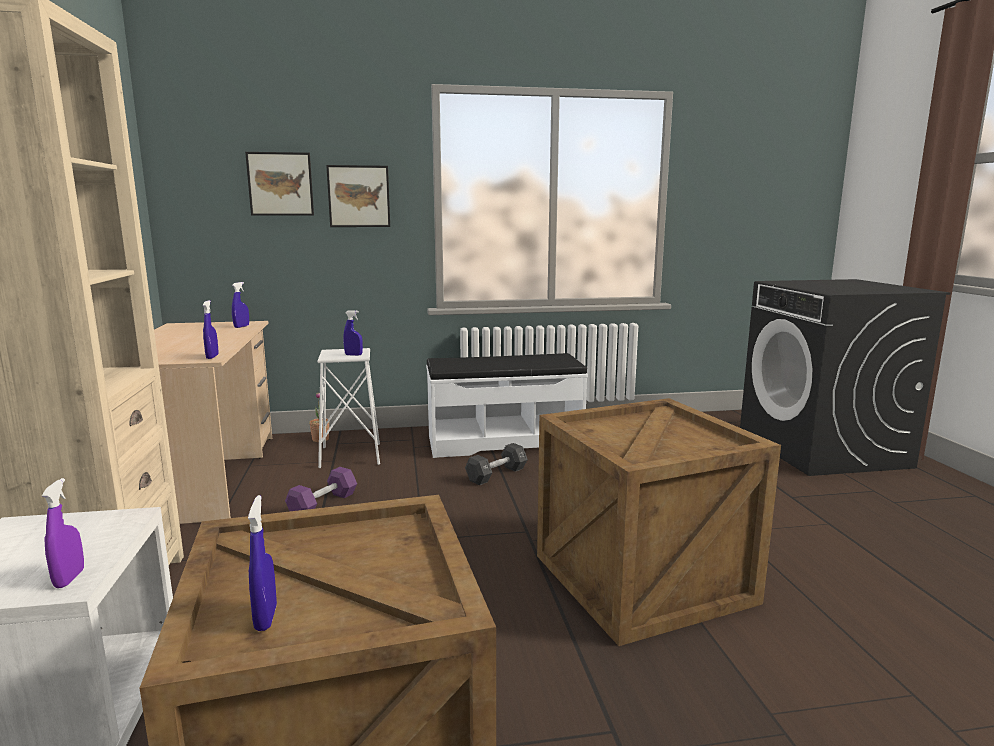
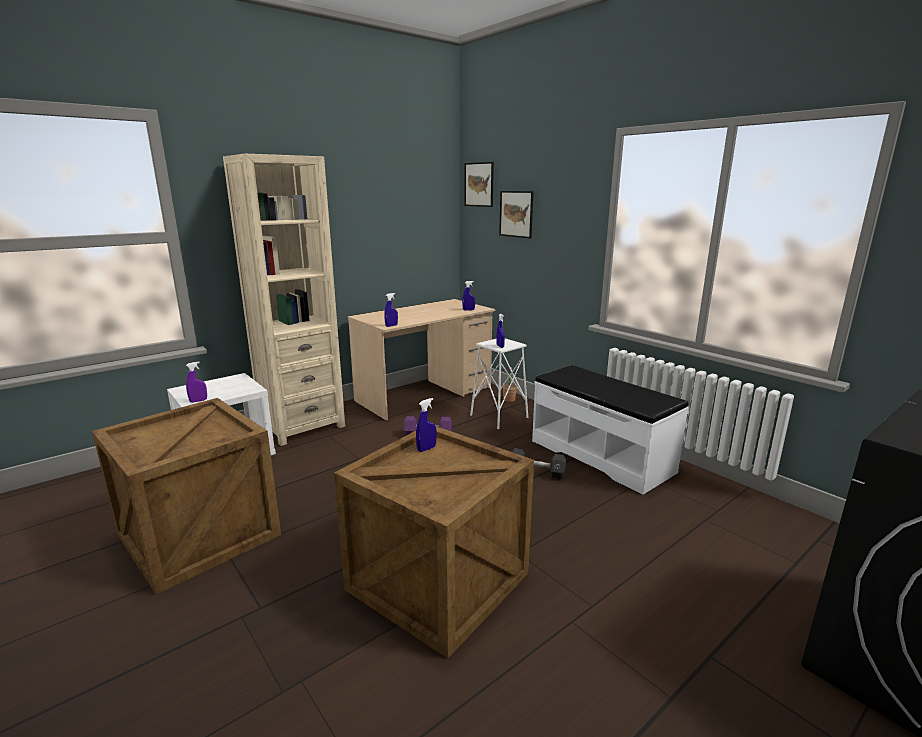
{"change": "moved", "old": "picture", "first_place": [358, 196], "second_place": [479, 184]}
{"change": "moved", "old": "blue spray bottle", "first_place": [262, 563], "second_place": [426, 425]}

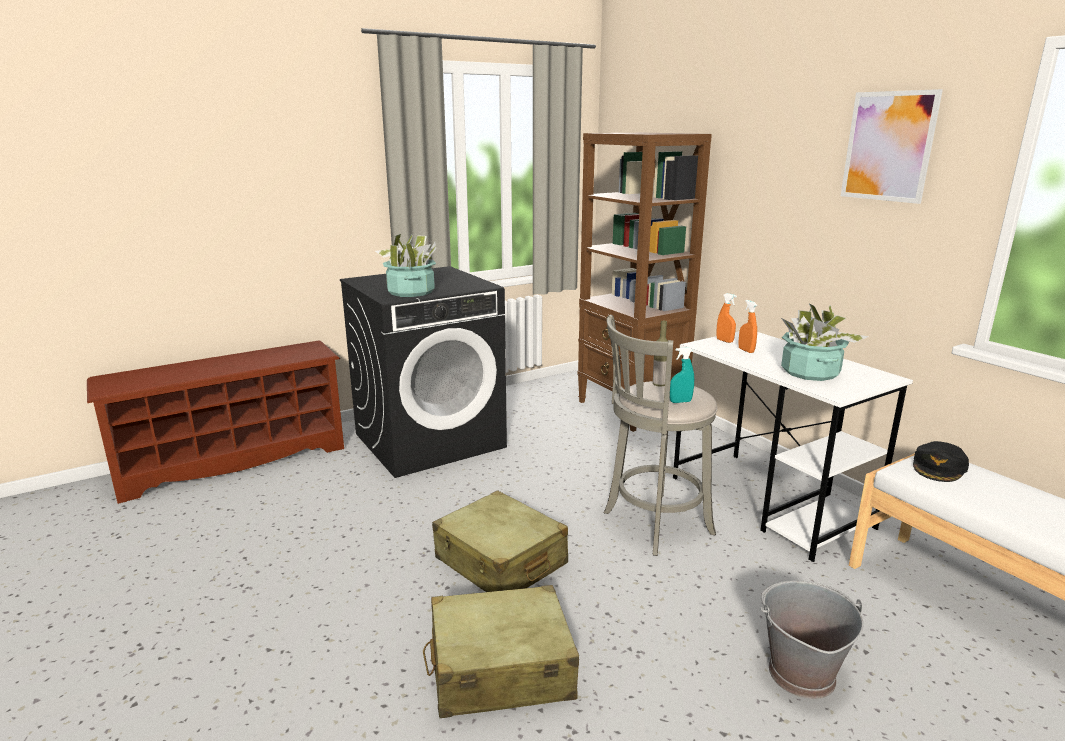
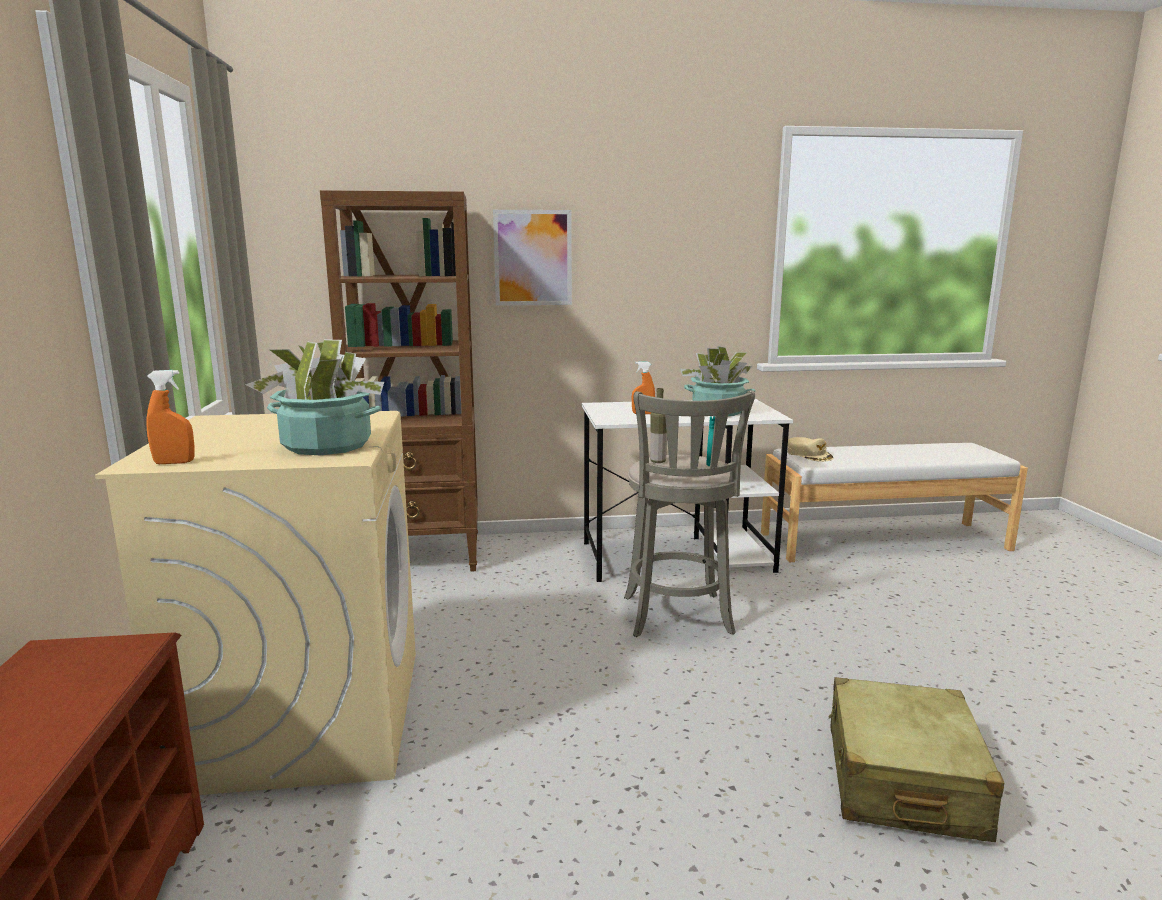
{"change": "moved", "old": "picture", "first_place": [892, 146], "second_place": [532, 258]}
{"change": "recoloured", "old": "black washing machine", "new": "beige washing machine", "first_place": [423, 372], "second_place": [255, 603]}
{"change": "moved", "old": "orange spray bottle", "first_place": [726, 318], "second_place": [170, 417]}
{"change": "recoloured", "old": "black cap", "new": "beige cap", "first_place": [941, 461], "second_place": [810, 449]}
{"change": "removed", "old": "beige suitcase", "first_place": [500, 541]}
{"change": "removed", "old": "grey bucket", "first_place": [811, 640]}

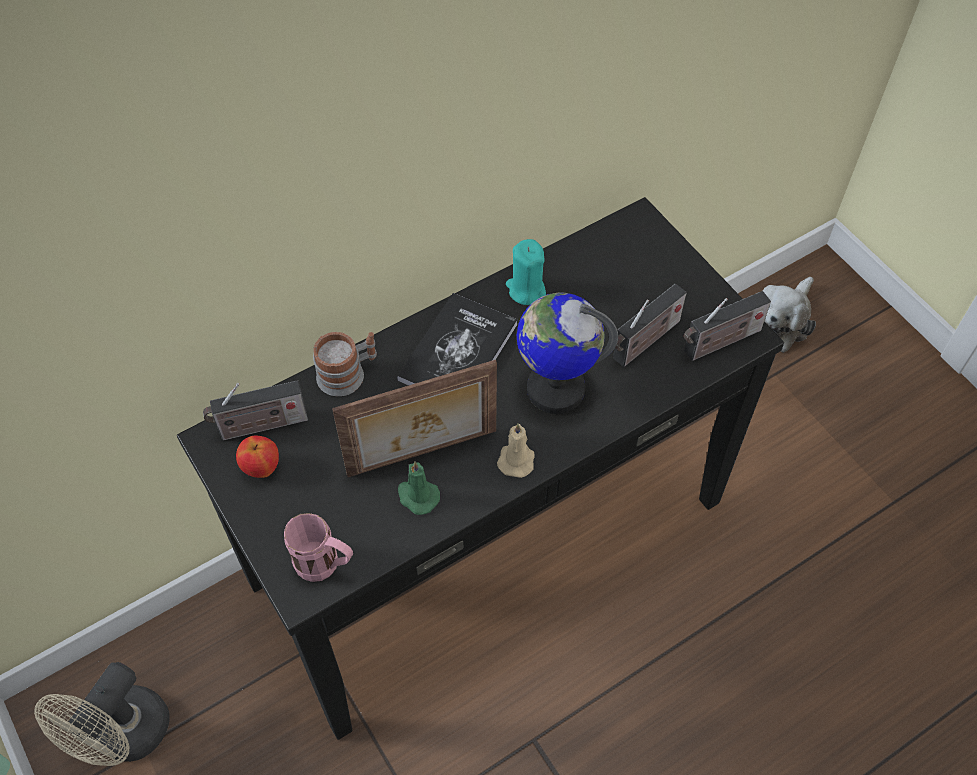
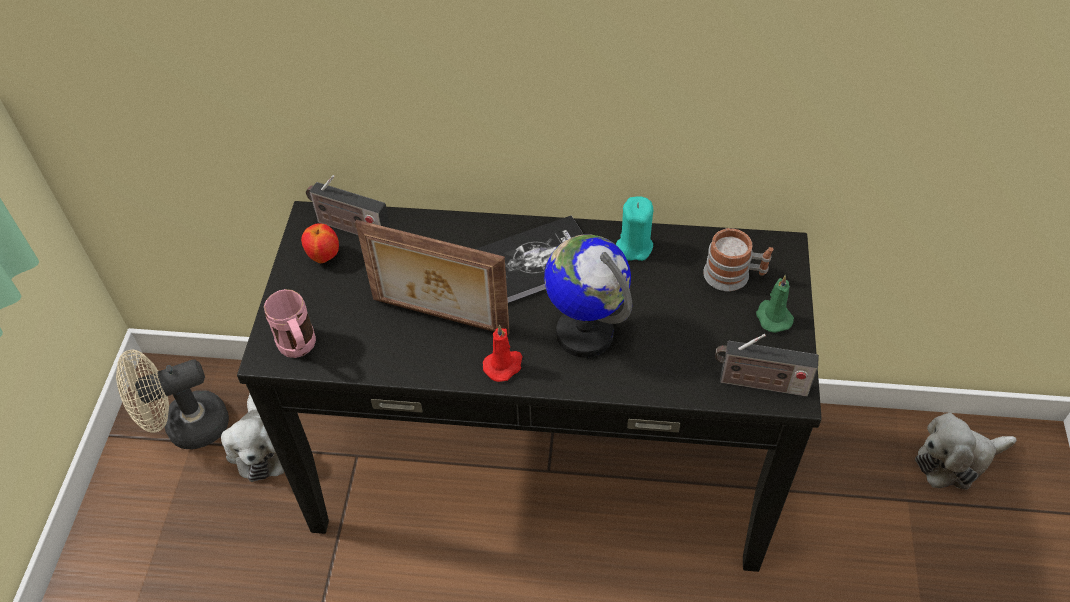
{"change": "removed", "old": "radio", "first_place": [650, 325]}
{"change": "moved", "old": "mug", "first_place": [345, 364], "second_place": [738, 259]}
{"change": "recoloured", "old": "beige candle", "new": "red candle", "first_place": [515, 450], "second_place": [503, 353]}
{"change": "moved", "old": "green candle", "first_place": [419, 488], "second_place": [775, 304]}
{"change": "added", "new": "plush toy", "second_place": [252, 438]}

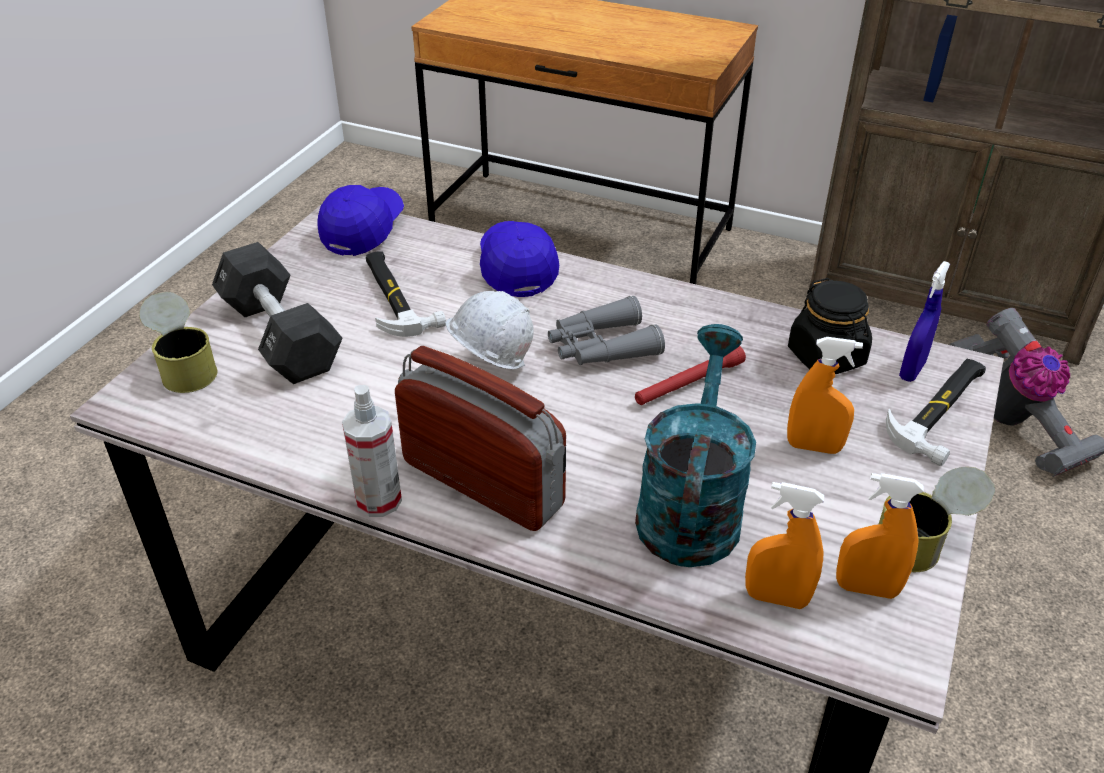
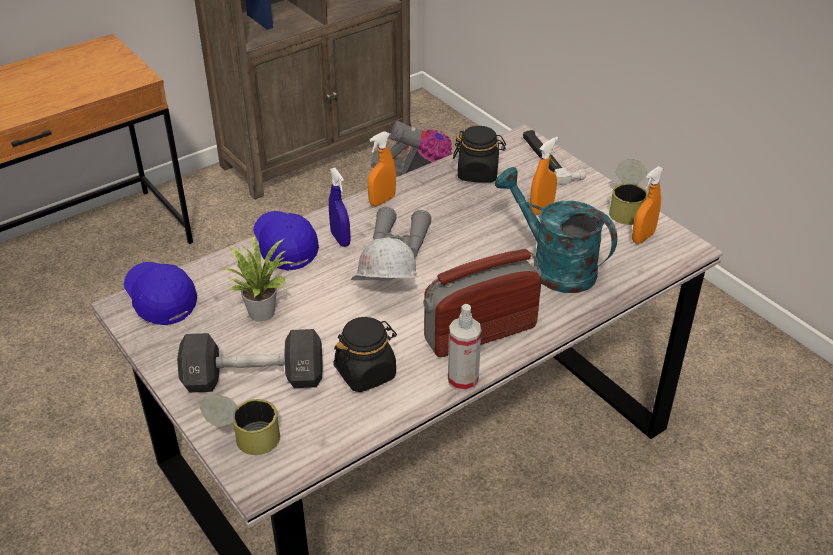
{"change": "turned", "old": "blue cap", "first_place": [519, 259], "second_place": [286, 241], "degrees": 45}
{"change": "replaced", "old": "hammer", "new": "potted plant", "first_place": [406, 294], "second_place": [257, 278]}
{"change": "moved", "old": "blue spray bottle", "first_place": [924, 321], "second_place": [340, 207]}
{"change": "removed", "old": "red flashlight", "first_place": [690, 375]}
{"change": "moved", "old": "orange spray bottle", "first_place": [784, 545], "second_place": [382, 168]}
{"change": "added", "new": "black jar", "second_place": [365, 354]}

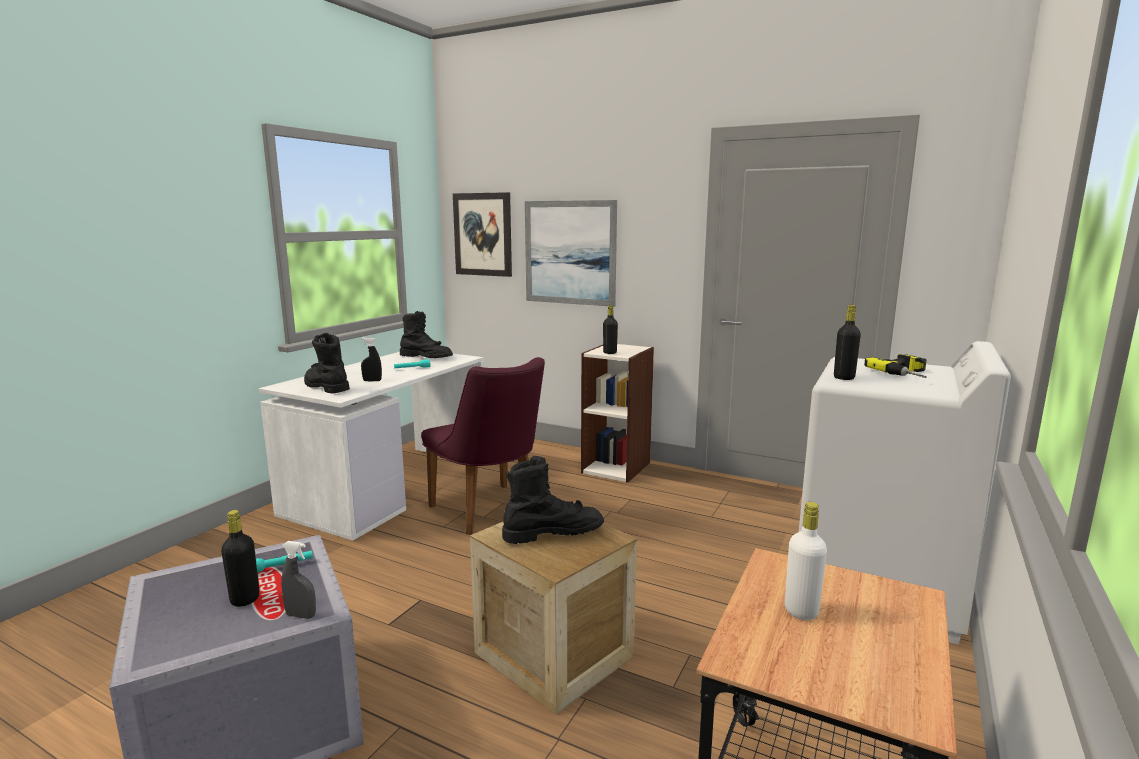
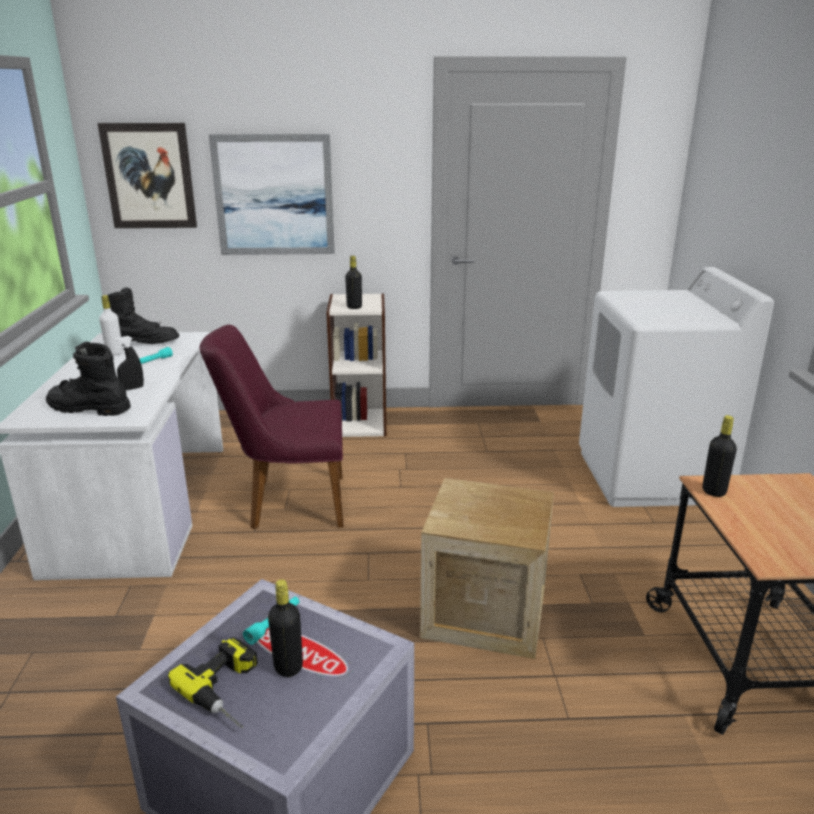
{"change": "moved", "old": "black bottle", "first_place": [847, 342], "second_place": [719, 456]}
{"change": "moved", "old": "power drill", "first_place": [895, 366], "second_place": [213, 682]}
{"change": "turned", "old": "purple chair", "first_place": [483, 446], "second_place": [271, 427], "degrees": 150}
{"change": "removed", "old": "black boot", "first_place": [553, 500]}
{"change": "moved", "old": "white bottle", "first_place": [806, 561], "second_place": [111, 325]}
{"change": "removed", "old": "grey spray bottle", "first_place": [298, 580]}

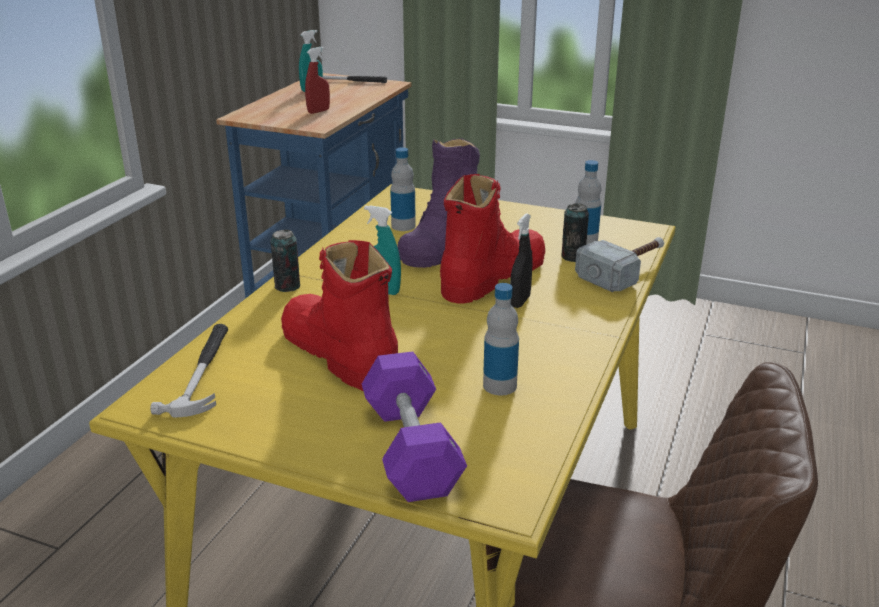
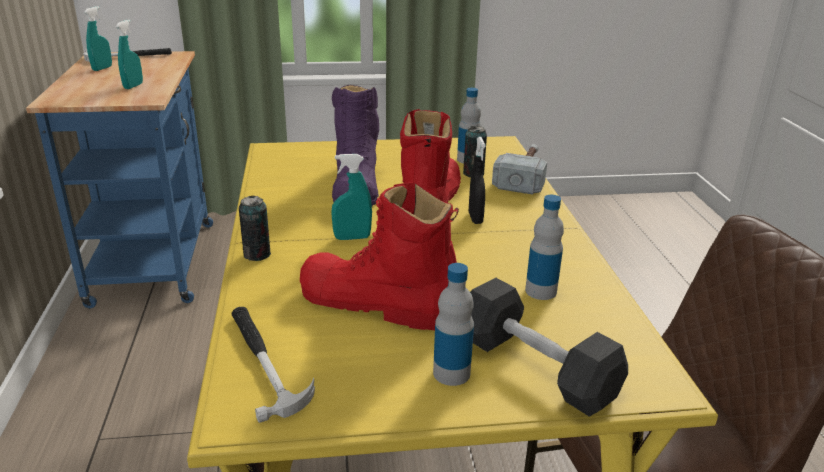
{"change": "recoloured", "old": "red spray bottle", "new": "turquoise spray bottle", "first_place": [317, 80], "second_place": [129, 54]}
{"change": "moved", "old": "bottle", "first_place": [403, 189], "second_place": [453, 324]}
{"change": "recoloured", "old": "purple dumbbell", "new": "black dumbbell", "first_place": [414, 426], "second_place": [549, 347]}

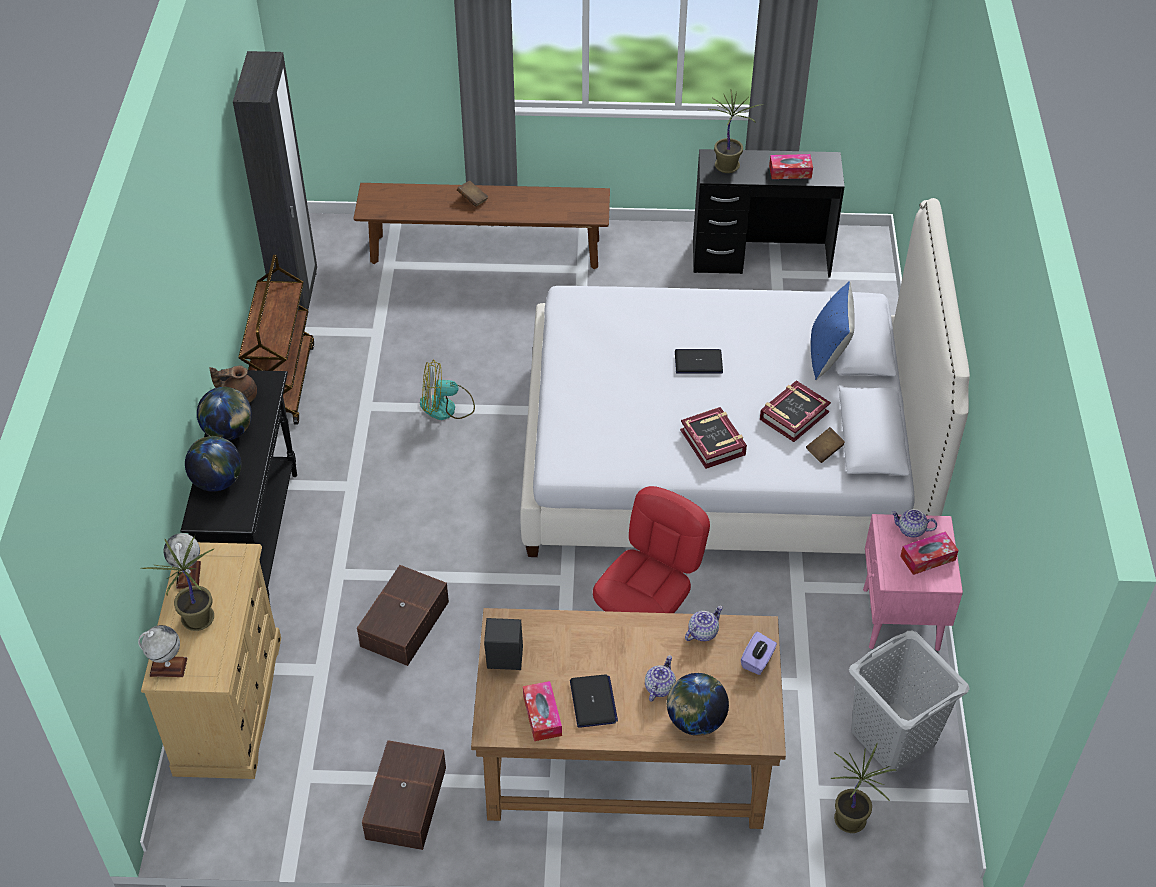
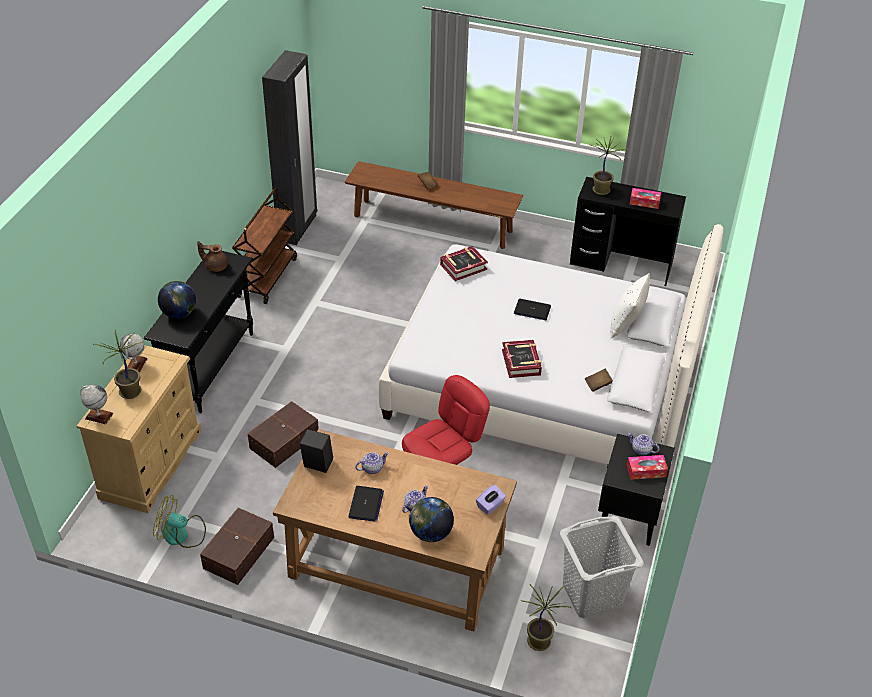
{"change": "recoloured", "old": "blue pillow", "new": "white pillow", "first_place": [833, 330], "second_place": [630, 305]}
{"change": "moved", "old": "fan", "first_place": [447, 390], "second_place": [179, 521]}
{"change": "moved", "old": "book", "first_place": [795, 411], "second_place": [464, 263]}
{"change": "removed", "old": "globe", "first_place": [224, 413]}
{"change": "recoloured", "old": "pink nightstand", "new": "black nightstand", "first_place": [913, 582], "second_place": [636, 490]}
{"change": "moved", "old": "teapot", "first_place": [704, 623], "second_place": [372, 463]}
{"change": "removed", "old": "tissue box", "first_place": [542, 711]}

